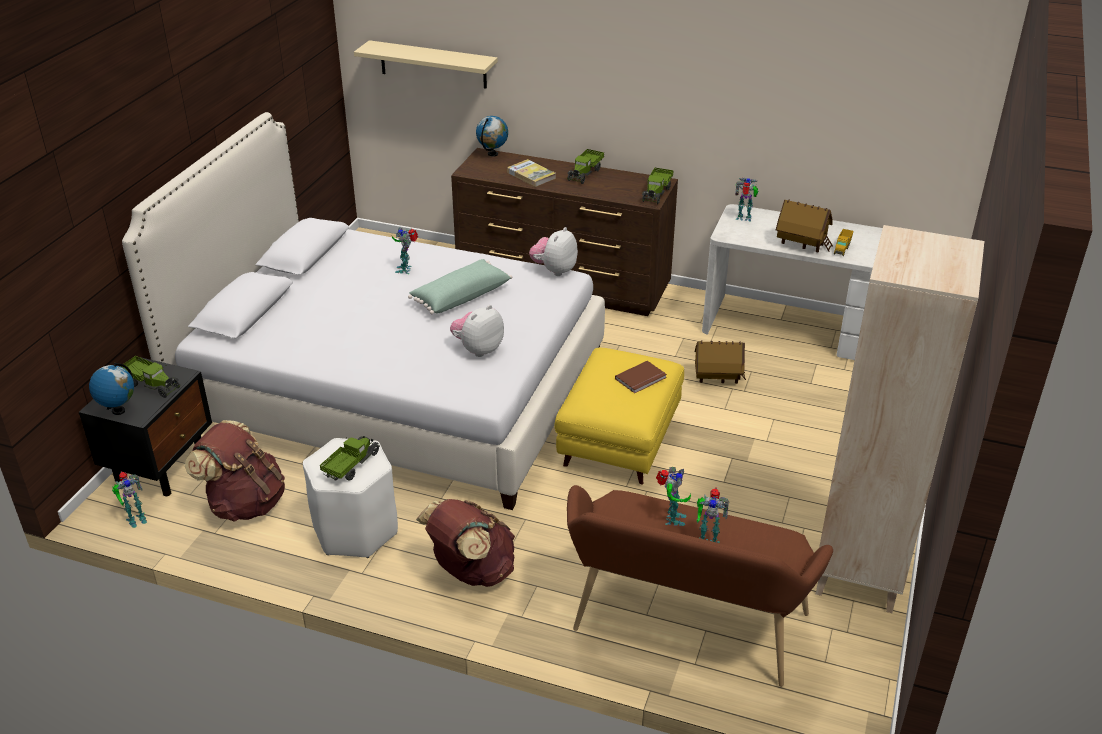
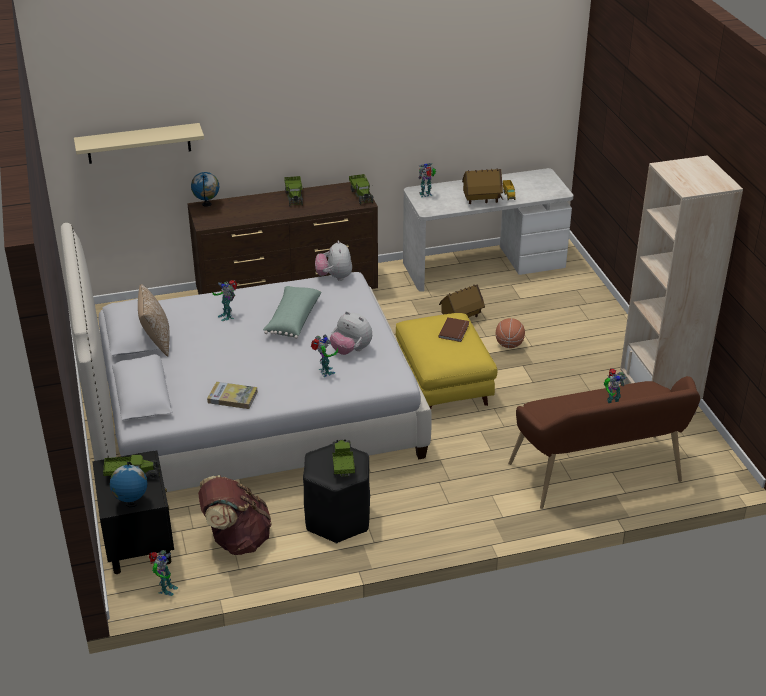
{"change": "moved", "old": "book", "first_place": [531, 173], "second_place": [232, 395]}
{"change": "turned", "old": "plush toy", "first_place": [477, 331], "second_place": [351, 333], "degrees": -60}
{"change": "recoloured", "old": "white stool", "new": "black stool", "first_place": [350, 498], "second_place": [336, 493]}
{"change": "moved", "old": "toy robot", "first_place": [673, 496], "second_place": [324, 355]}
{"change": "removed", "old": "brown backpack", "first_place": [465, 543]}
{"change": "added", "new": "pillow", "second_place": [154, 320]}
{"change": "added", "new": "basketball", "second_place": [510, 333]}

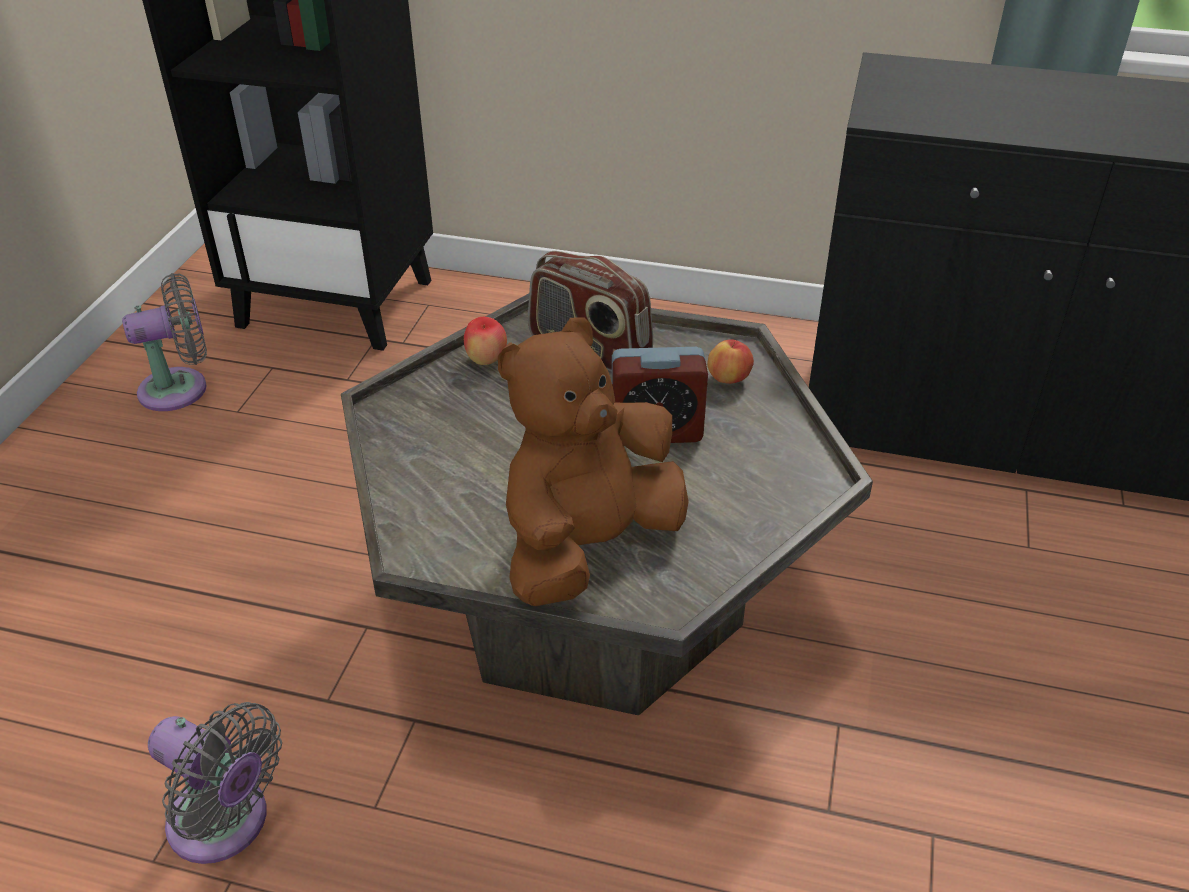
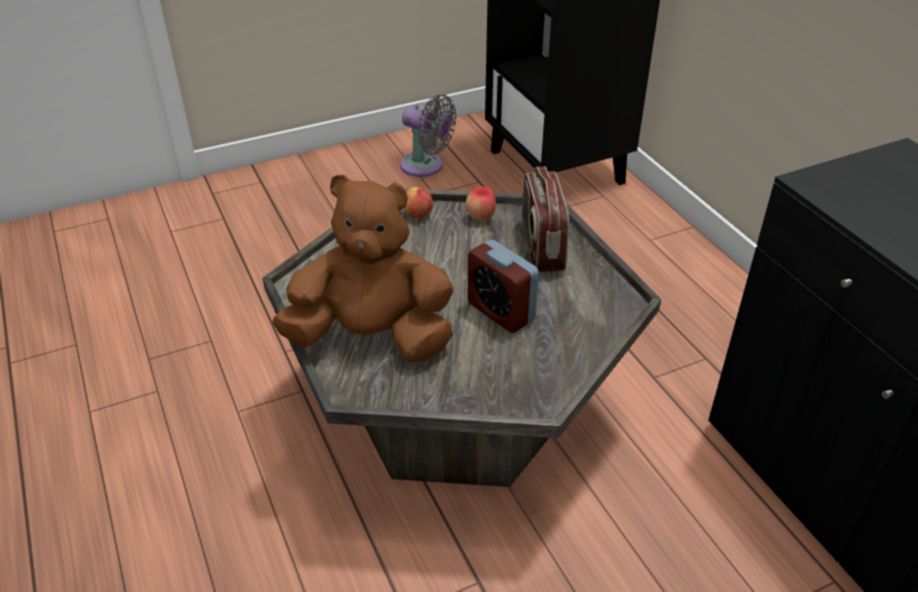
{"change": "moved", "old": "apple", "first_place": [730, 361], "second_place": [418, 202]}
{"change": "removed", "old": "grey fan", "first_place": [215, 783]}

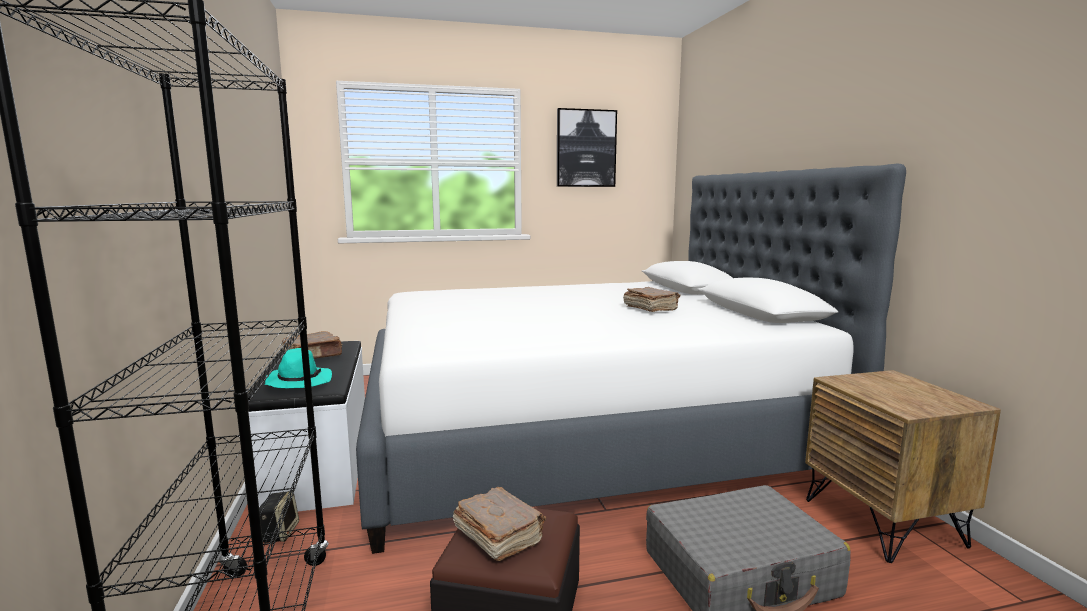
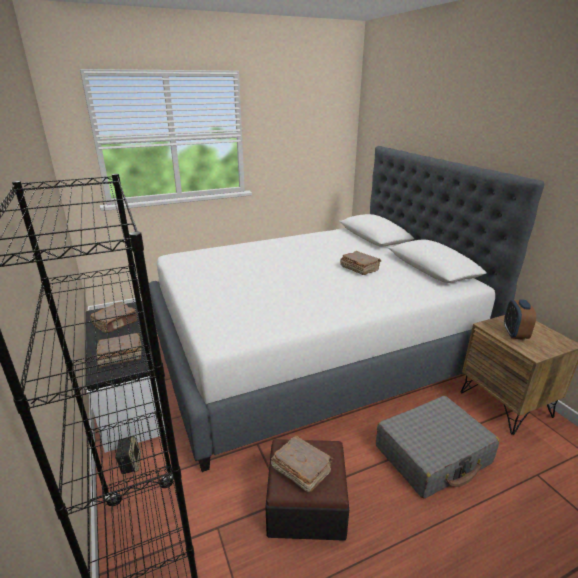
{"change": "removed", "old": "picture", "first_place": [587, 147]}
{"change": "replaced", "old": "turquoise hat", "new": "brown book", "first_place": [298, 368], "second_place": [119, 350]}
{"change": "added", "new": "alarm clock", "second_place": [520, 319]}

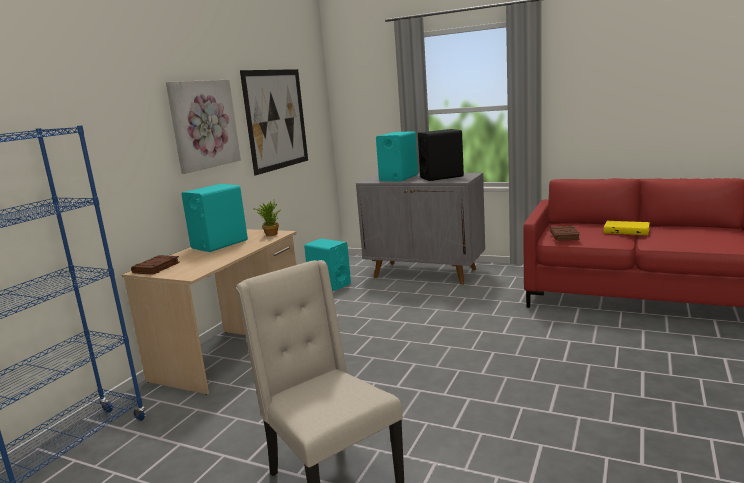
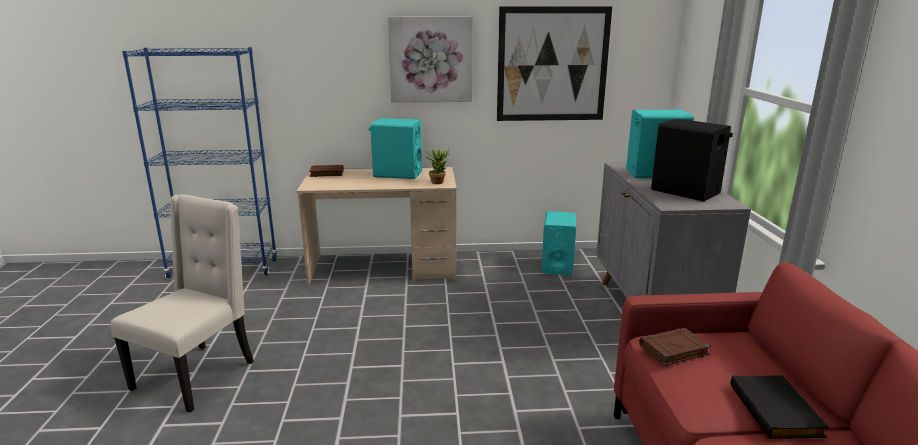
{"change": "recoloured", "old": "yellow book", "new": "black book", "first_place": [627, 228], "second_place": [779, 407]}

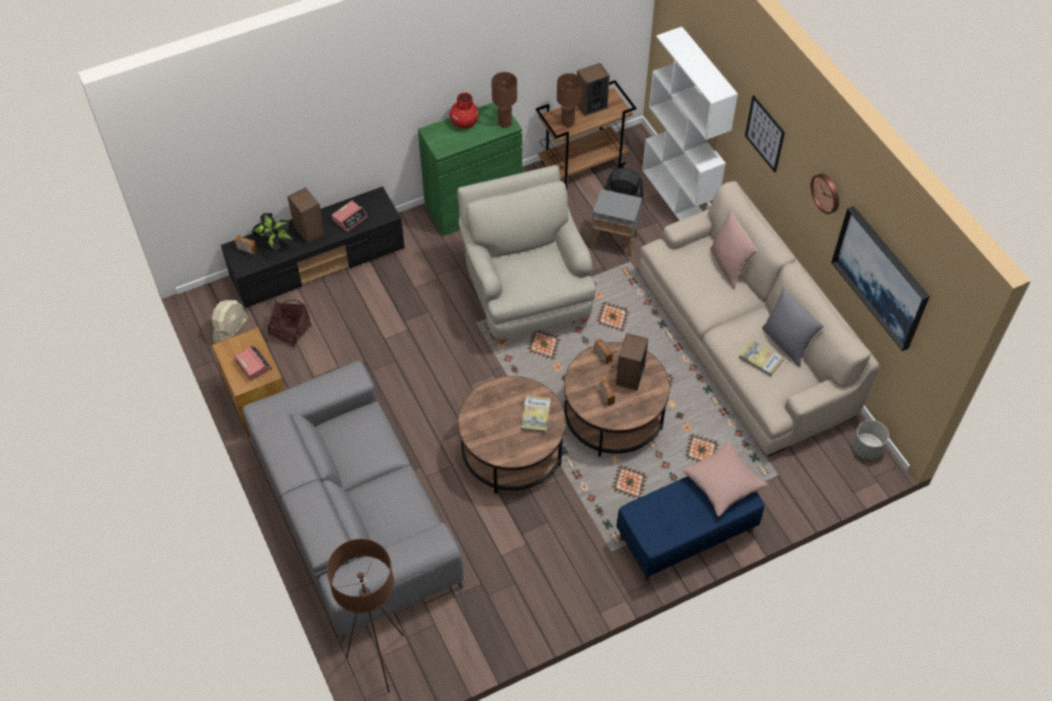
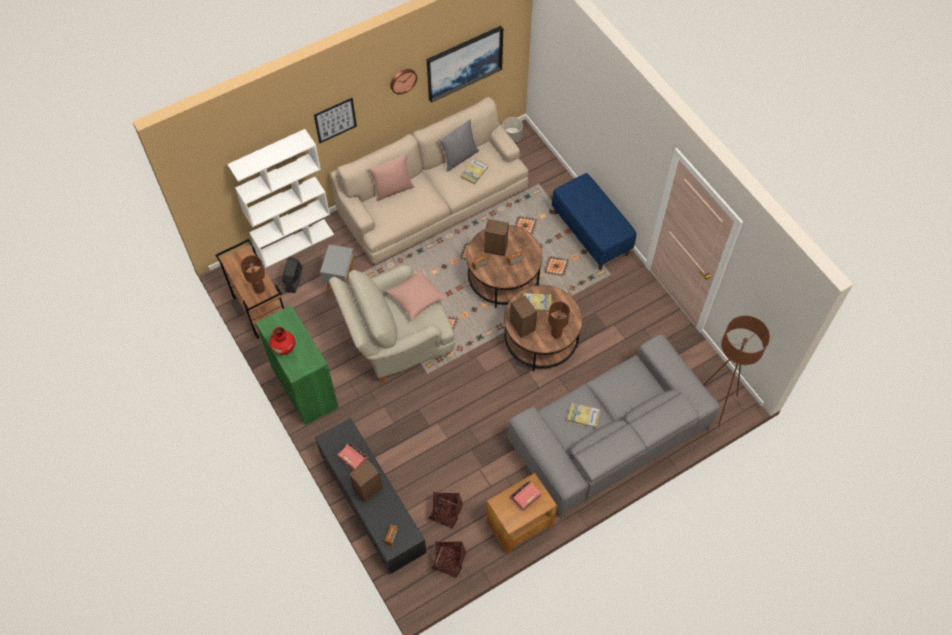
{"change": "moved", "old": "speaker", "first_place": [593, 89], "second_place": [523, 317]}
{"change": "moved", "old": "brown table lamp", "first_place": [504, 100], "second_place": [559, 319]}
{"change": "removed", "old": "potted plant", "first_place": [272, 232]}
{"change": "replaced", "old": "beige fan", "new": "basket", "first_place": [230, 321], "second_place": [449, 559]}
{"change": "moved", "old": "pink pillow", "first_place": [724, 479], "second_place": [416, 294]}
{"change": "added", "new": "book", "second_place": [583, 415]}

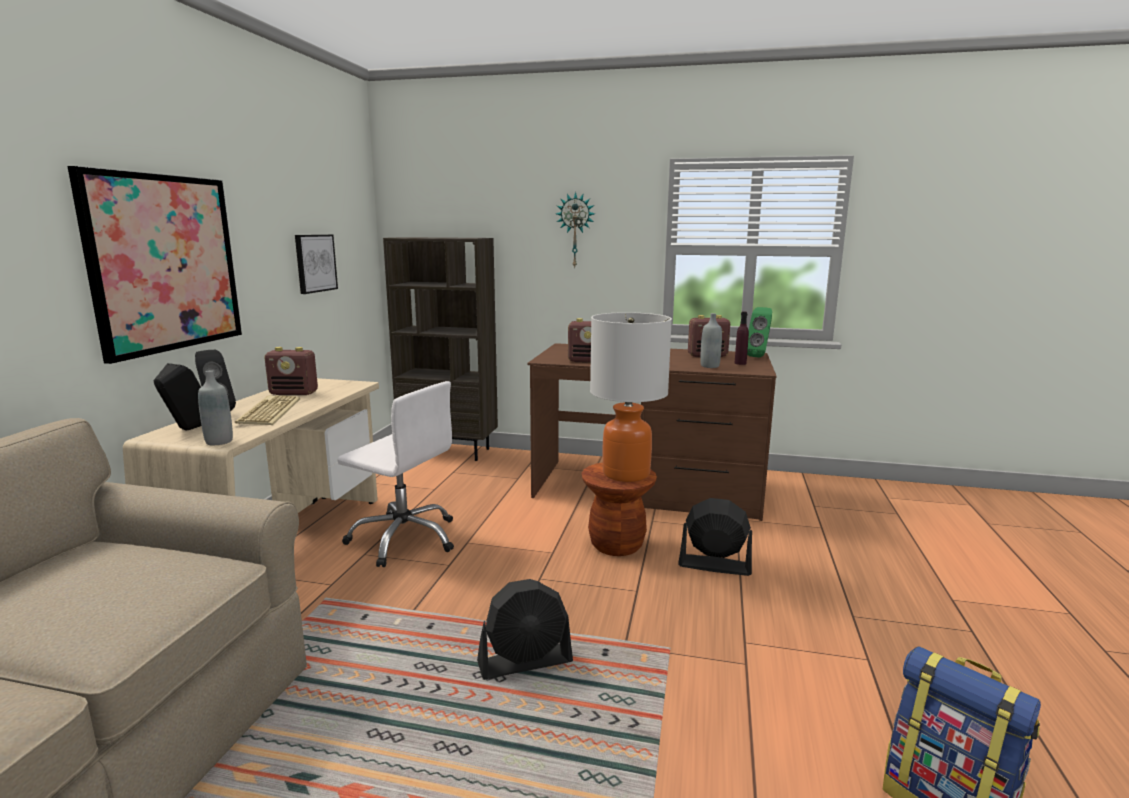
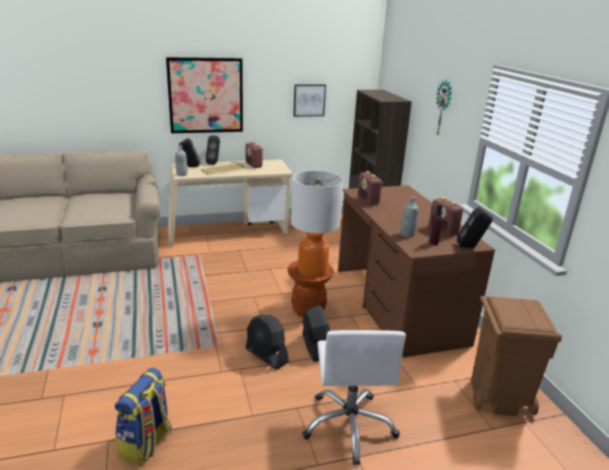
{"change": "recoloured", "old": "green speaker", "new": "black speaker", "first_place": [759, 332], "second_place": [475, 227]}
{"change": "moved", "old": "white office chair", "first_place": [396, 474], "second_place": [354, 397]}
{"change": "moved", "old": "black fan", "first_place": [525, 629], "second_place": [267, 342]}
{"change": "added", "new": "brown trash can", "second_place": [516, 356]}

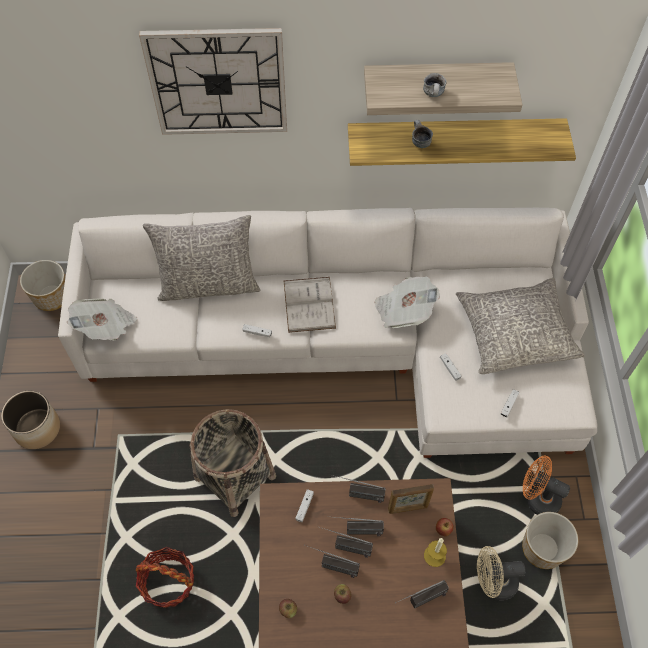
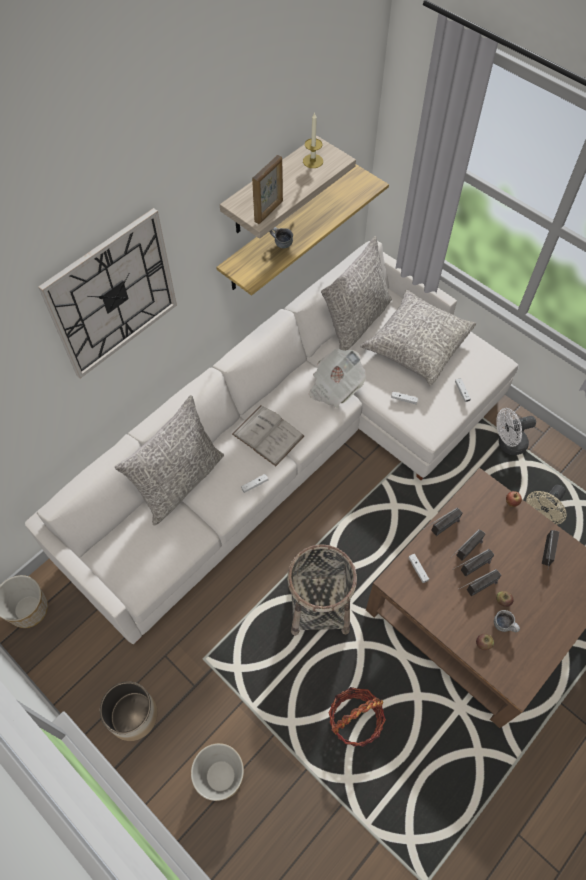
{"change": "moved", "old": "mug", "first_place": [435, 85], "second_place": [507, 621]}
{"change": "removed", "old": "newspaper", "first_place": [102, 319]}
{"change": "recoloured", "old": "orange fan", "new": "white fan", "first_place": [546, 485], "second_place": [516, 431]}
{"change": "moved", "old": "picture frame", "first_place": [411, 499], "second_place": [267, 189]}
{"change": "moved", "old": "planter", "first_place": [550, 540], "second_place": [217, 772]}
{"change": "moved", "old": "candle", "first_place": [435, 552], "second_place": [313, 140]}
{"change": "added", "new": "grey pillow", "second_place": [356, 293]}

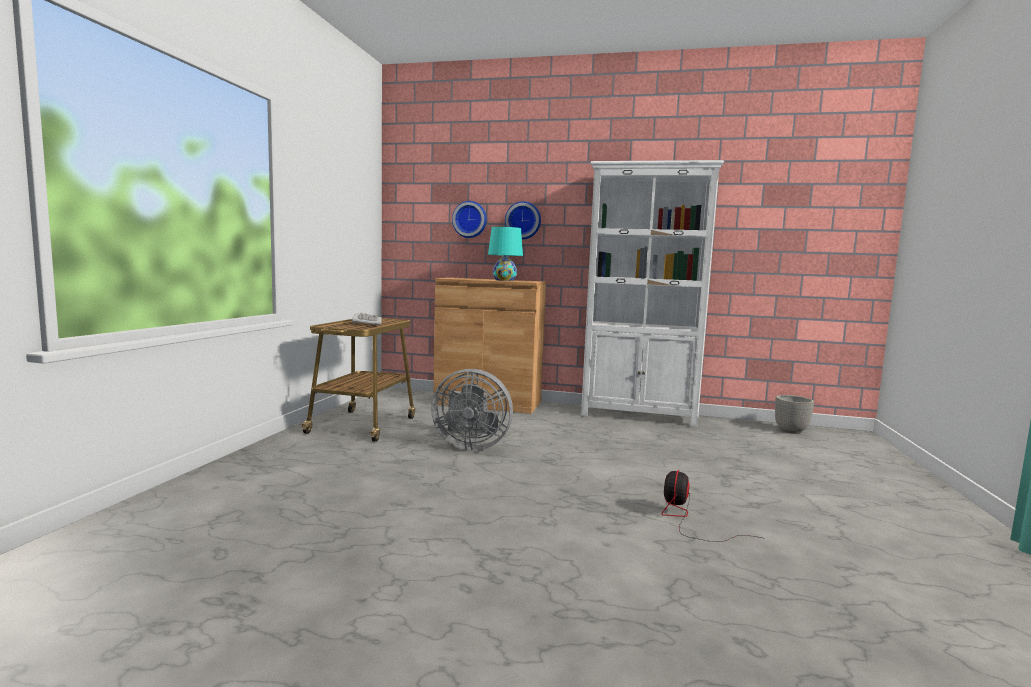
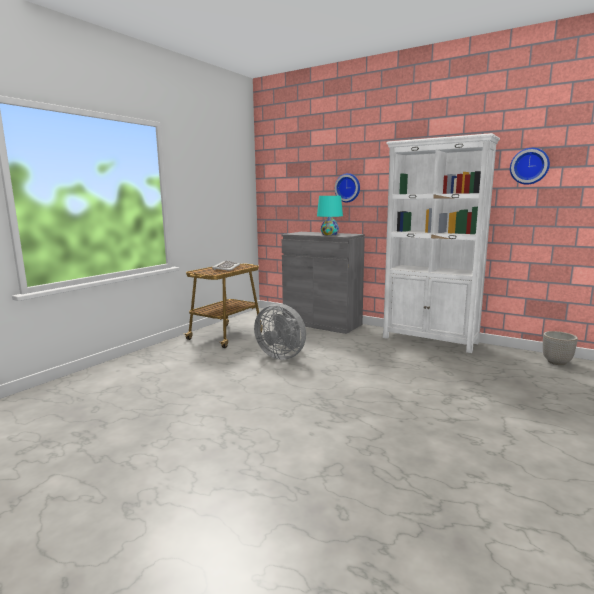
{"change": "moved", "old": "wall clock", "first_place": [469, 219], "second_place": [530, 166]}
{"change": "recoloured", "old": "brown cabinet", "new": "grey cabinet", "first_place": [489, 346], "second_place": [323, 283]}
{"change": "removed", "old": "fan", "first_place": [711, 506]}

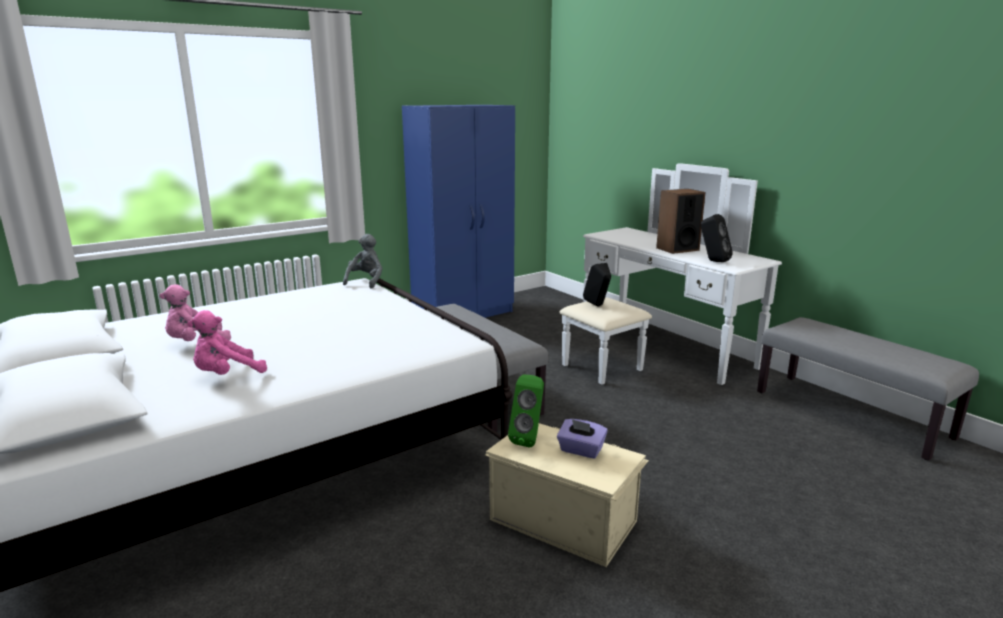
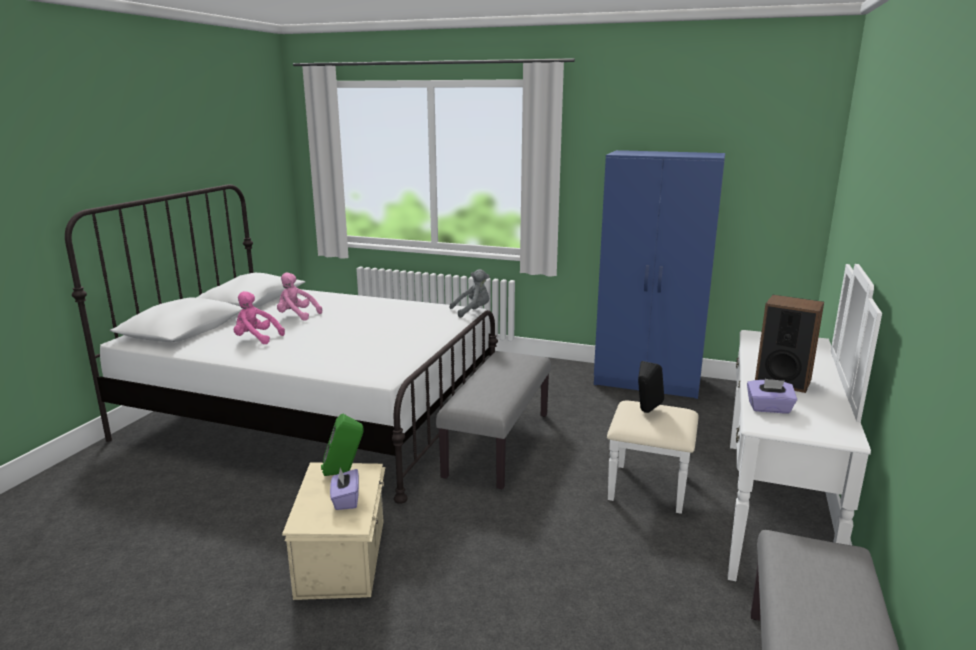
{"change": "replaced", "old": "black speaker", "new": "purple tissue box", "first_place": [717, 238], "second_place": [772, 396]}

